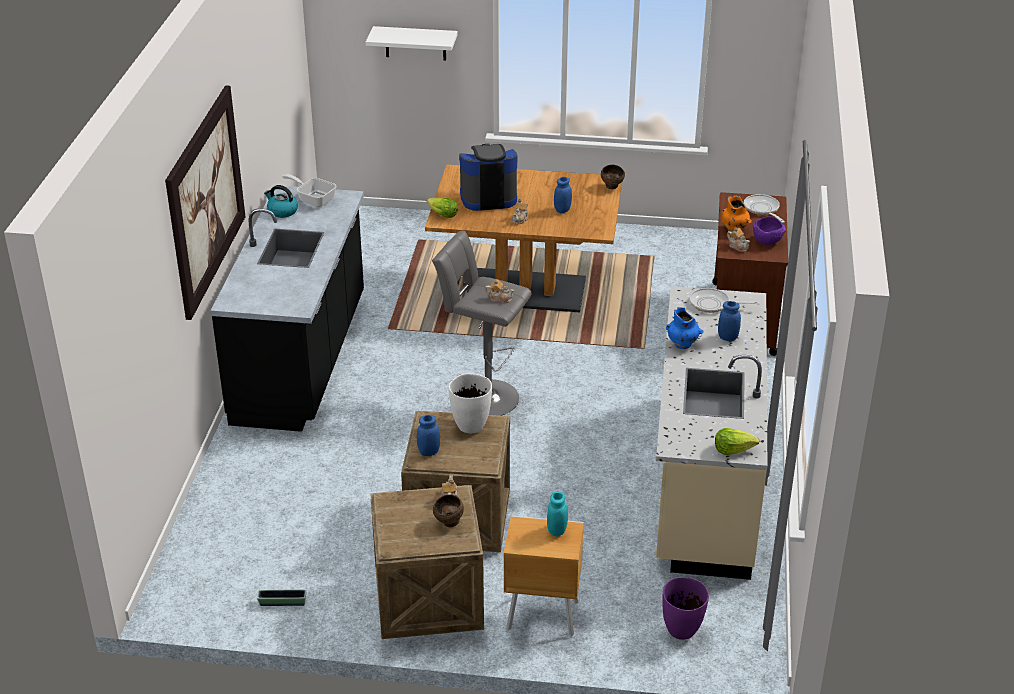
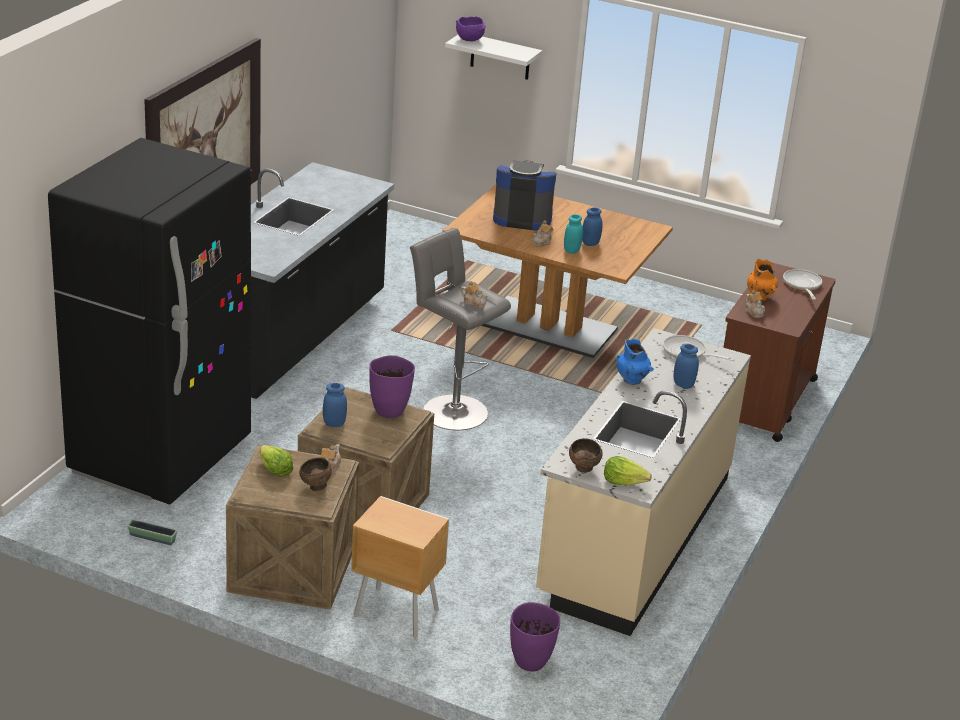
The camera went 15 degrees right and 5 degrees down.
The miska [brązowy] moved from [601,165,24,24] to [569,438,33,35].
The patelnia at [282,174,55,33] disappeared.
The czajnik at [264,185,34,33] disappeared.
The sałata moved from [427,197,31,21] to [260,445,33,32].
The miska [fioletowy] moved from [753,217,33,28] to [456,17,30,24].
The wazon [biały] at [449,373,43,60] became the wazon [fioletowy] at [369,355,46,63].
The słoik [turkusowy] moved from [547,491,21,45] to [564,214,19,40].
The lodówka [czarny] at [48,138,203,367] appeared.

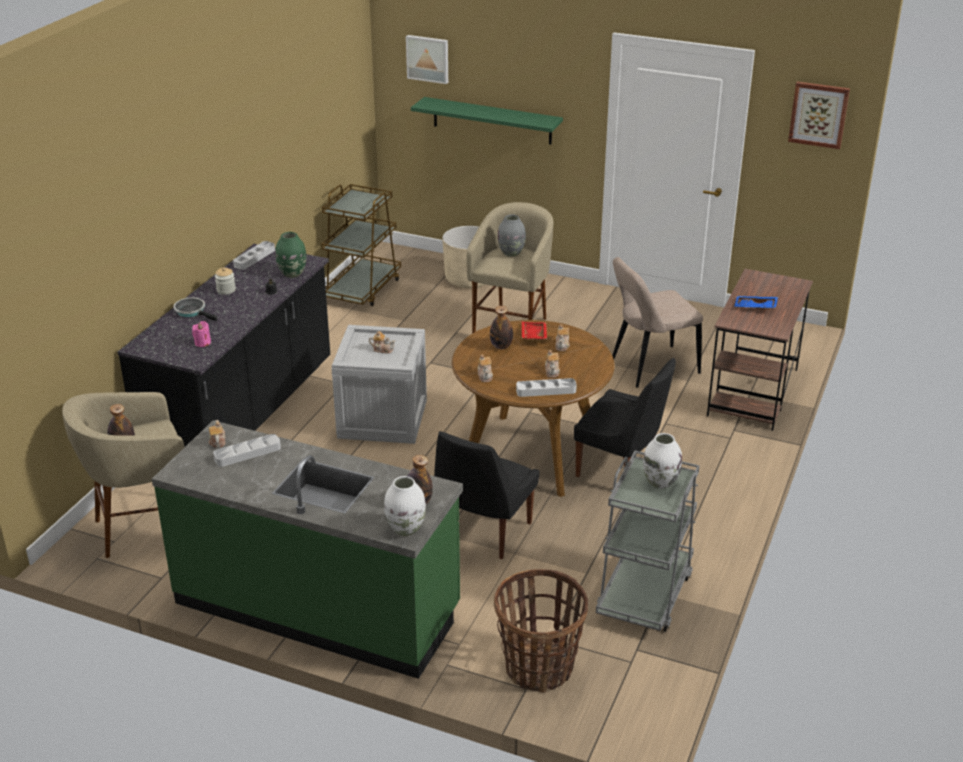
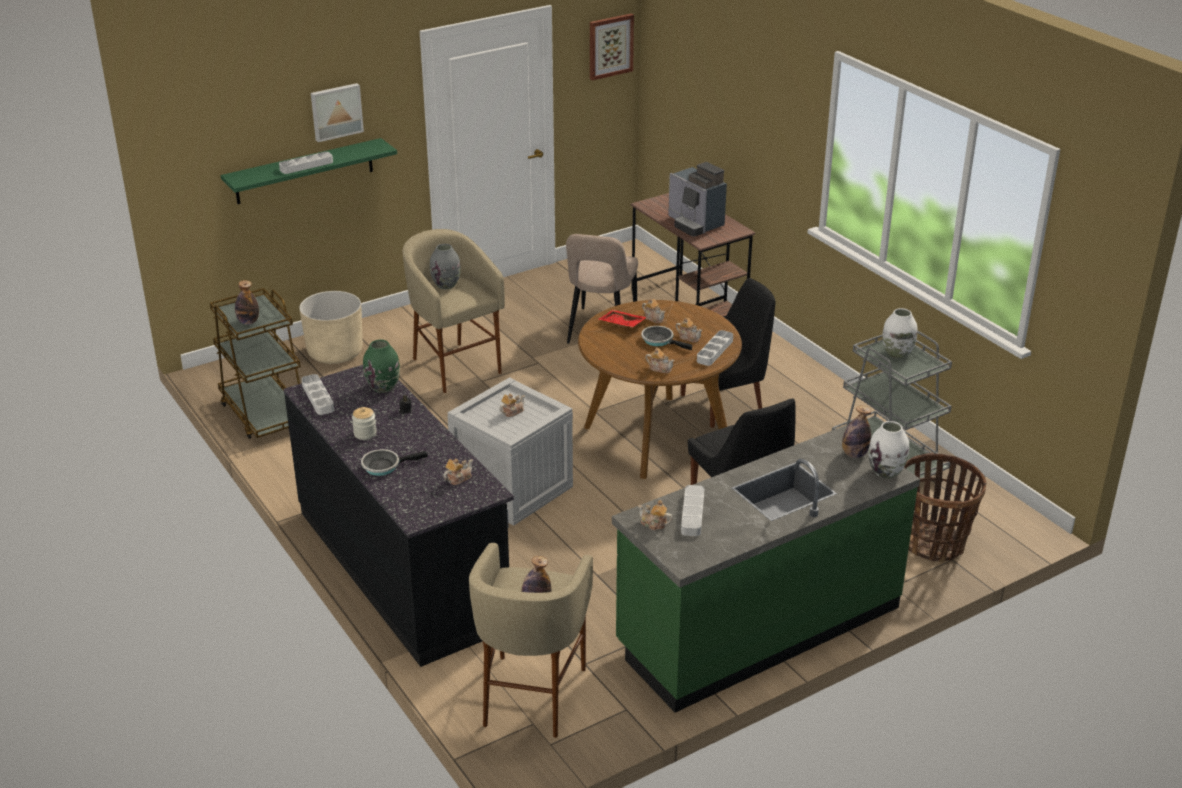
The camera went 55 degrees left and 0 degrees up.
The obraz moved from [406,35,42,49] to [311,83,53,59].
The taca [niebieski] at [734,296,44,13] was replaced by the ekspres do kawy at [668,162,59,75].
The butelka moved from [490,306,23,43] to [235,280,24,45].
The świeca [różowy] at [192,321,19,26] was replaced by the imbryk at [443,459,30,26].
The taca [szary] at [279,152,54,22] appeared.
The patelnia at [641,326,51,24] appeared.

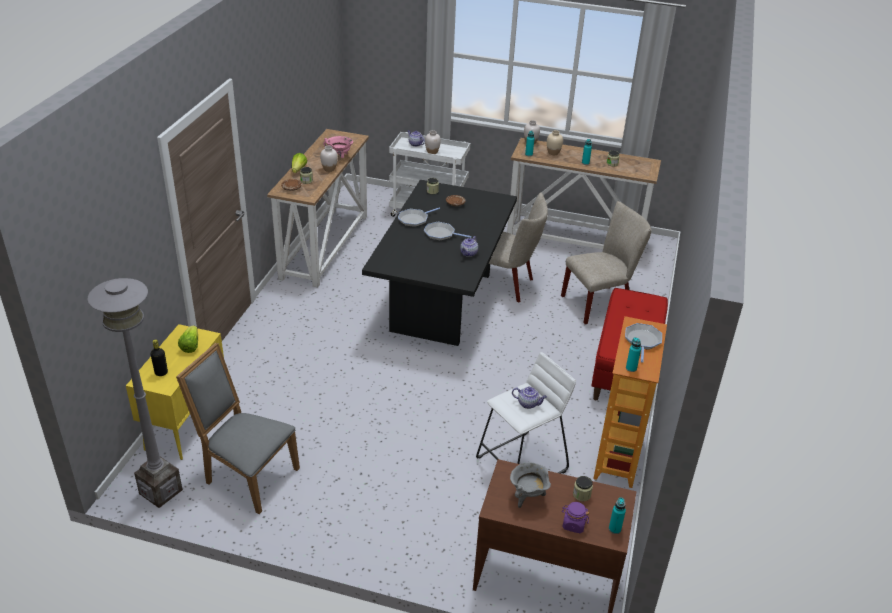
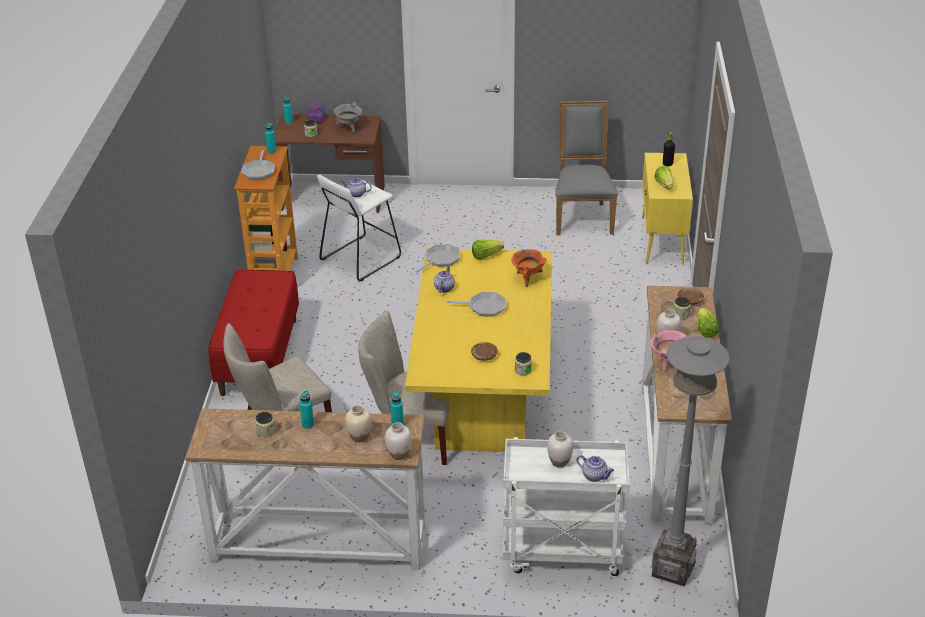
The camera went 170 degrees right and 0 degrees up.
The stół jadalny [czarny] at [362,180,155,166] became the stół jadalny [żółty] at [405,248,147,204].
The patelnia moved from [398,207,42,20] to [415,244,45,29].
The lampa stojąca [szary] moved from [87,278,96,230] to [652,336,78,250].
The krzesło [szary] at [176,343,124,171] turned 105 degrees counterclockwise.
The sałata at [472,239,32,21] appeared.
The garnek [pomarańczowy] at [511,249,36,38] appeared.

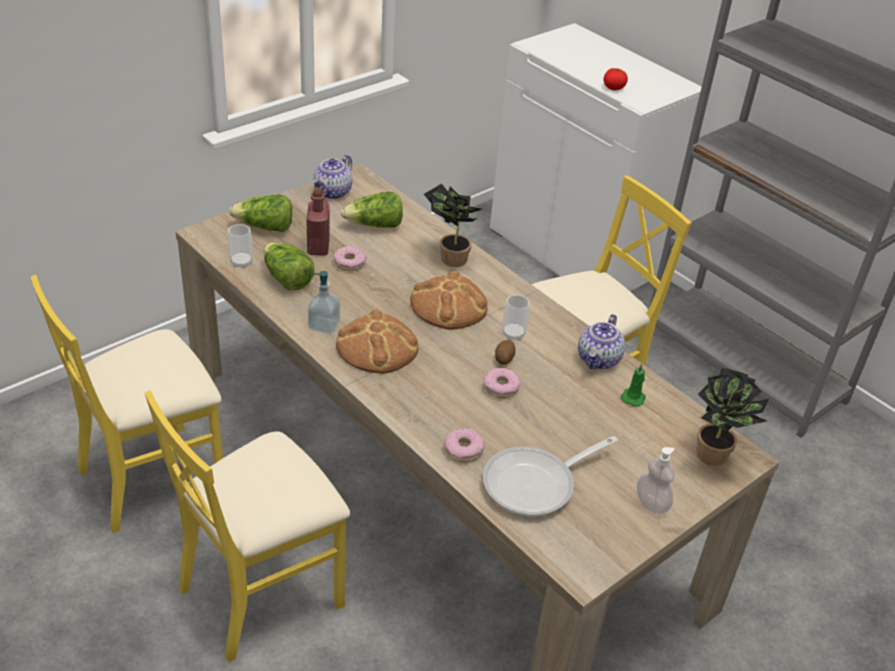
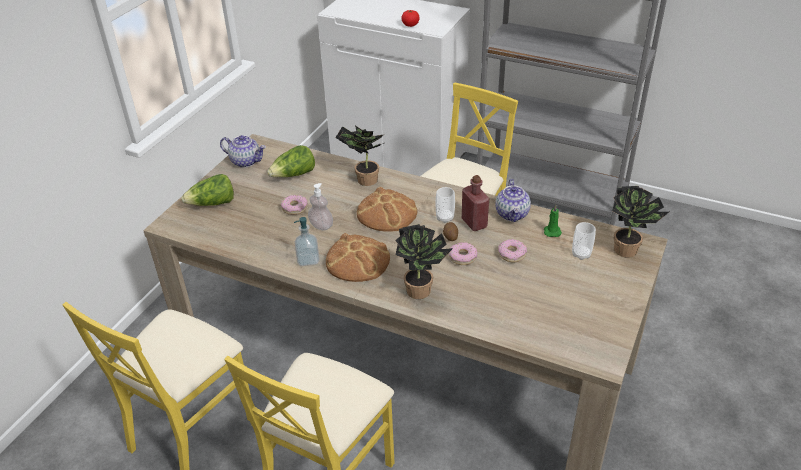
The camera went 20 degrees left and 0 degrees up.
The imbryk at [313,155,39,44] turned 75 degrees counterclockwise.
The butelka [czerwony] moved from [306,188,24,68] to [462,175,27,56].
The filiżanka moved from [228,224,25,44] to [572,222,24,38].
The sałata at [264,243,50,47] disappeared.
The donut moved from [444,428,41,34] to [498,239,29,23].
The patelnia at [483,436,135,81] disappeared.
The dozownik mydła moved from [637,447,38,67] to [308,183,25,47].
The roślina doniczkowa at [395,224,58,75] appeared.

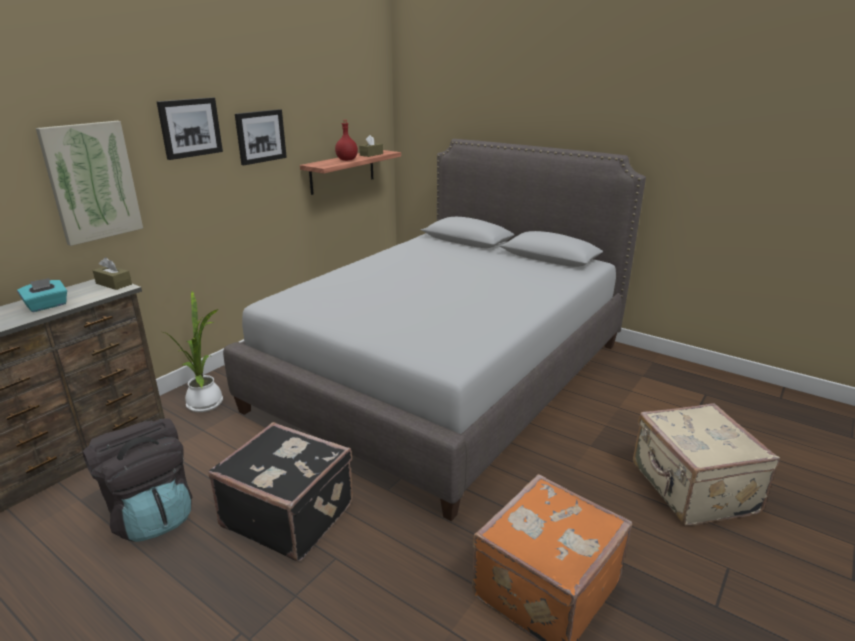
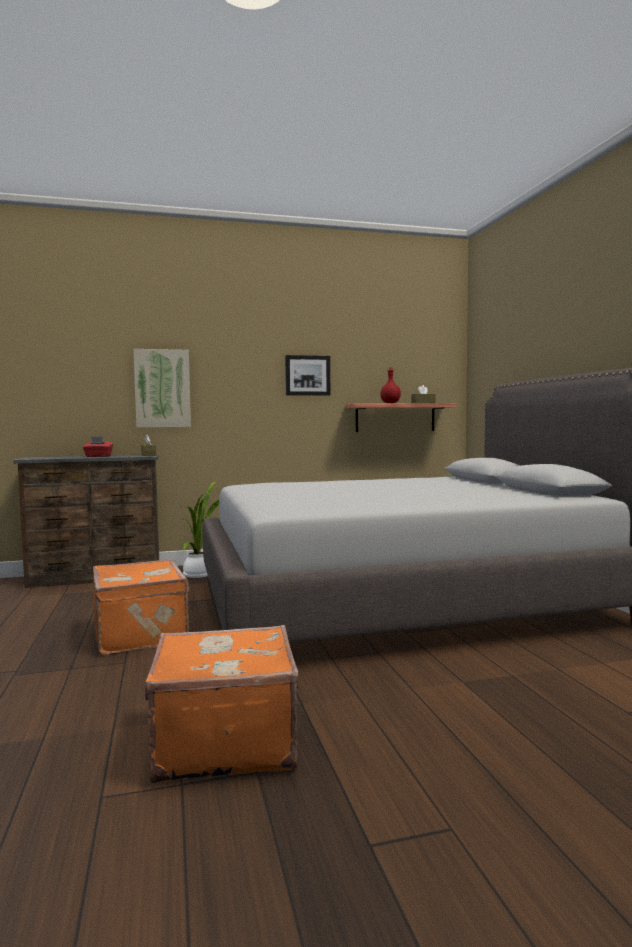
The camera went 40 degrees right and 20 degrees down.
The obraz at [157,97,66,63] disappeared.
The pudełko chusteczek [turkusowy] at [17,278,50,34] became the pudełko chusteczek [czerwony] at [83,437,30,20].
The walizka [beżowy] at [633,403,147,123] disappeared.
The plecak [czarny] at [82,418,110,124] disappeared.
The walizka [czarny] at [209,422,144,139] became the walizka [pomarańczowy] at [93,559,97,95].

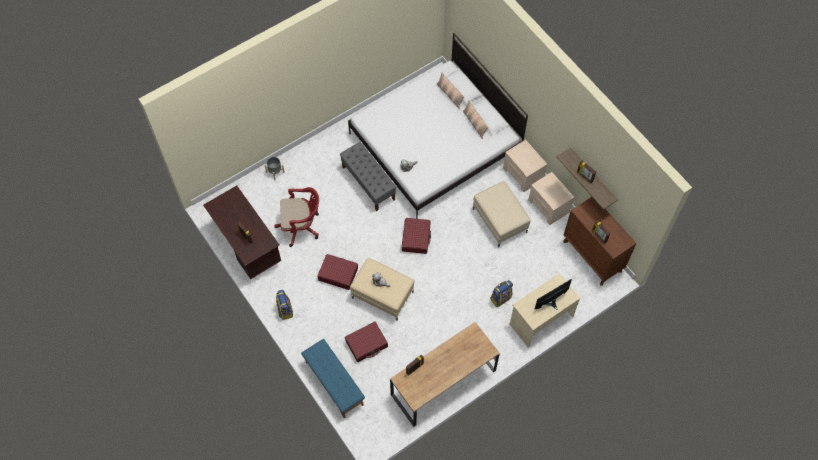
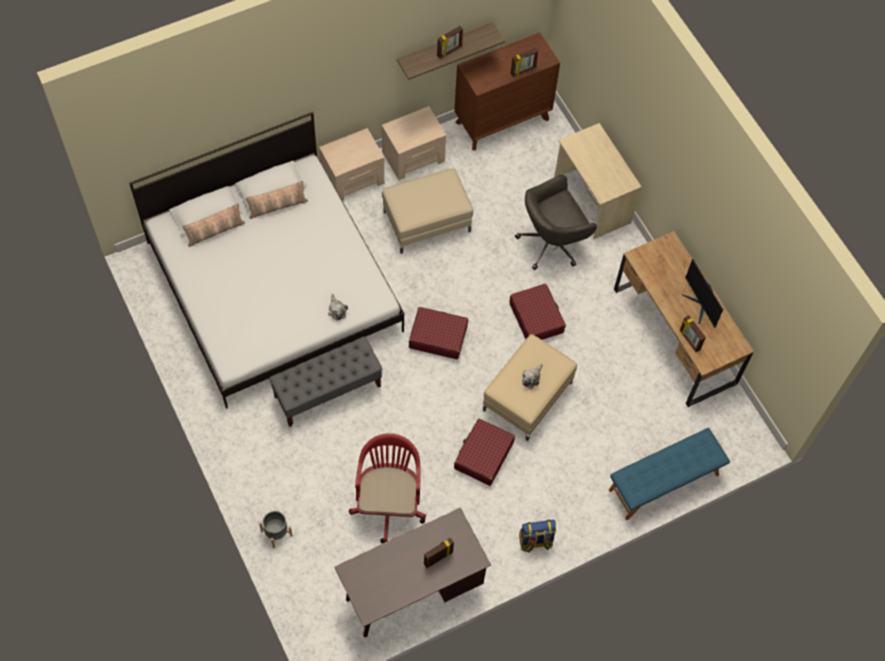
The camera went 85 degrees left and 0 degrees up.
The monitor moved from [534,279,38,31] to [682,259,41,68].
The plecak at [491,280,22,27] was replaced by the krzesło biurowe [szary] at [515,175,82,95].
The walizka [czerwony] moved from [345,321,43,41] to [509,284,57,56].

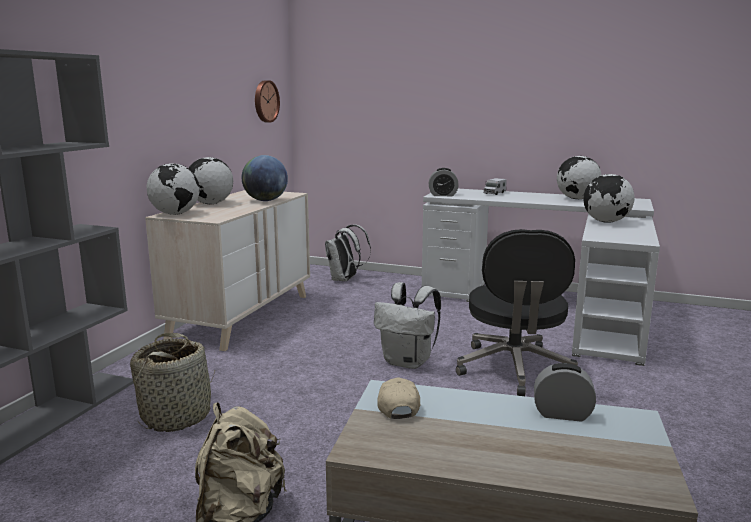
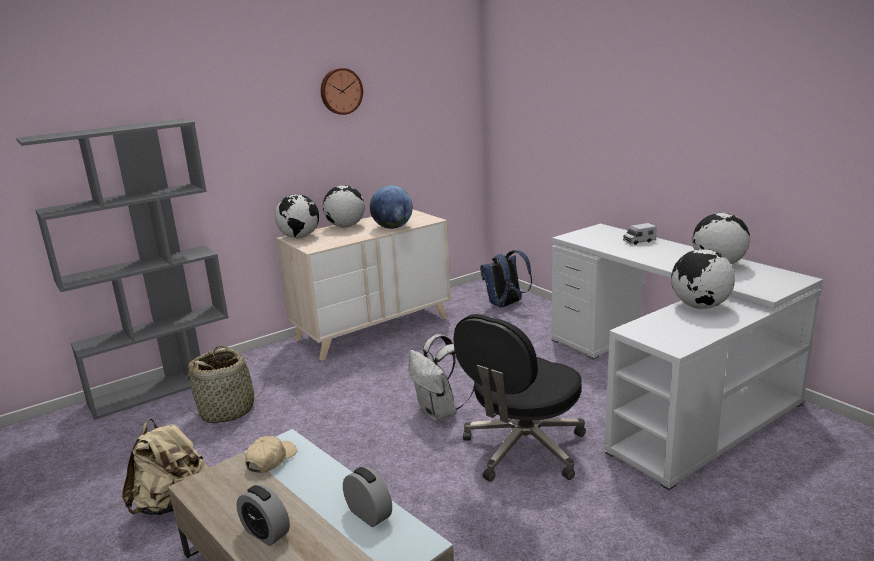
The camera went 35 degrees right and 5 degrees up.
The zegar ścienny moved from [255,80,25,43] to [321,68,42,47].
The budzik moved from [429,168,30,28] to [236,485,54,61].
The plecak [biały] at [325,224,46,57] became the plecak [niebieski] at [480,250,52,57].

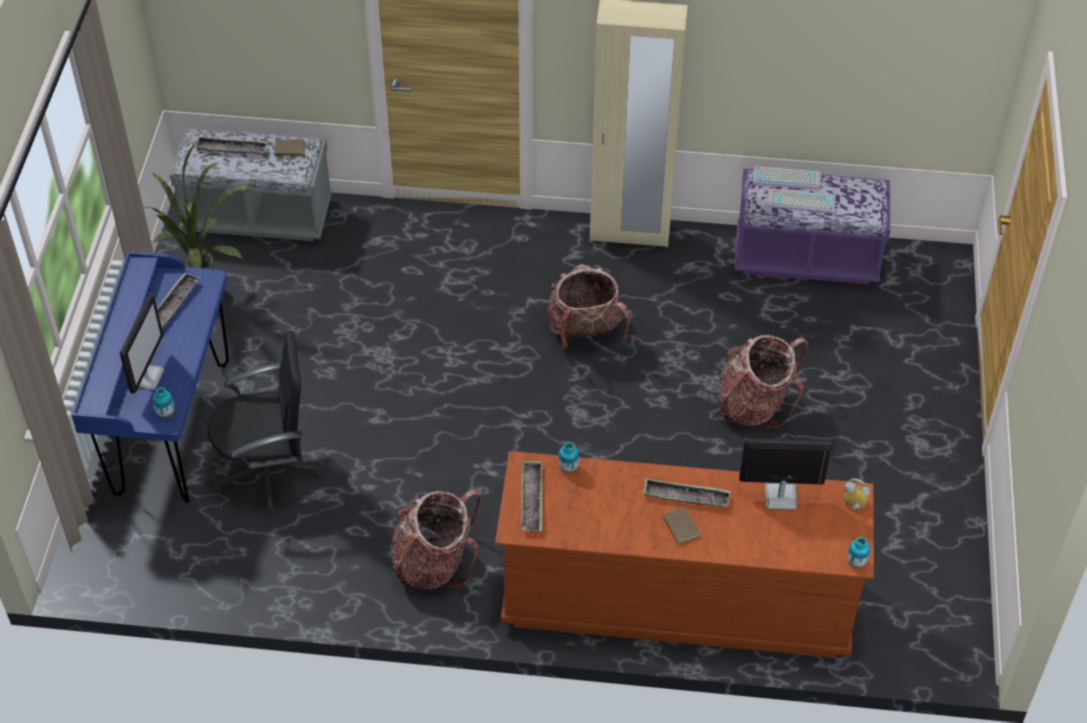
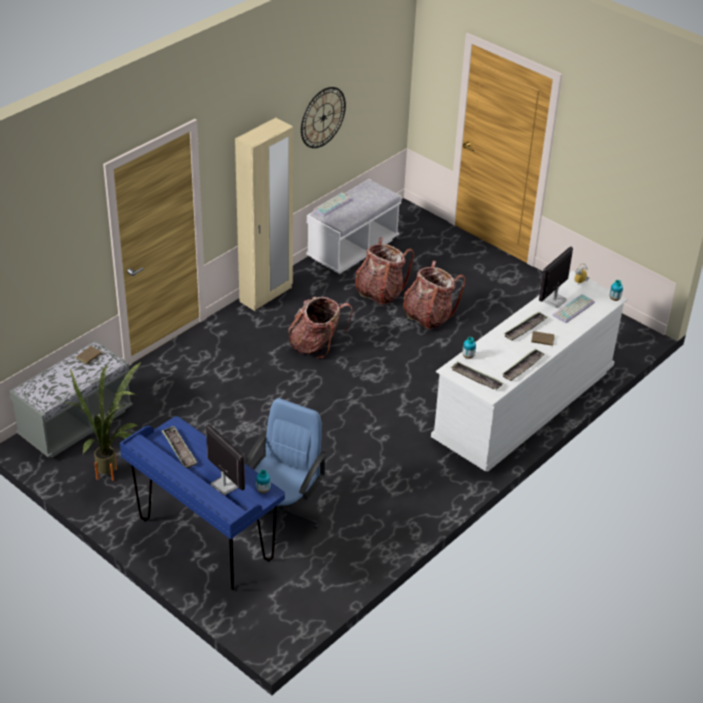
The camera went 55 degrees left and 10 degrees down.
The taca moved from [194,136,73,18] to [502,349,43,32].
The ławka [fioletowy] at [735,169,156,115] became the ławka [biały] at [306,179,96,95].
The klawiatura moved from [767,188,69,26] to [552,294,43,29].
The krzesło biurowe [czarny] at [208,331,114,183] became the krzesło biurowe [niebieski] at [245,398,82,147].
The komoda [brązowy] at [495,451,379,207] became the komoda [biały] at [431,271,197,201].
The plecak moved from [392,489,89,101] to [355,238,59,67].
The zegar ścienny at [301,87,45,61] appeared.

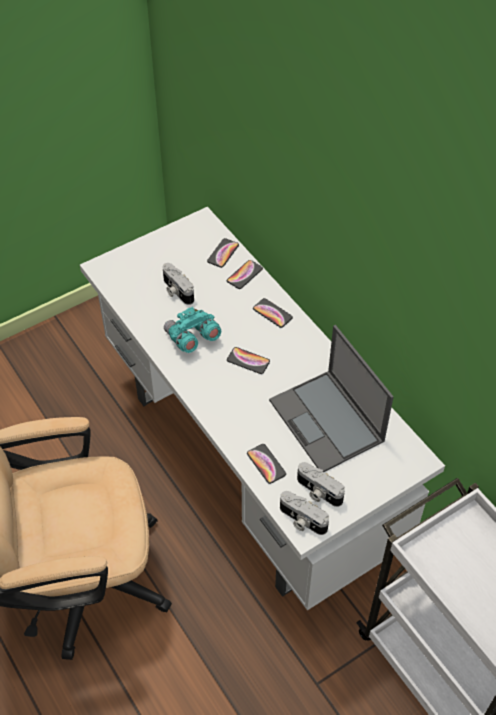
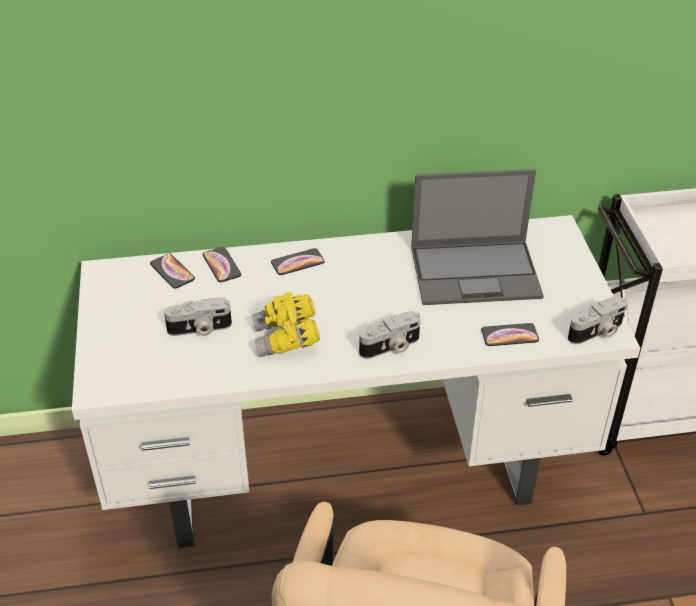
The camera went 65 degrees left and 10 degrees down.
The lornetka [turkusowy] at [164,307,57,46] became the lornetka [żółty] at [252,292,68,65].
The telefon at [227,347,43,27] disappeared.
The aparat fotograficzny moved from [297,462,48,45] to [359,311,62,48].

